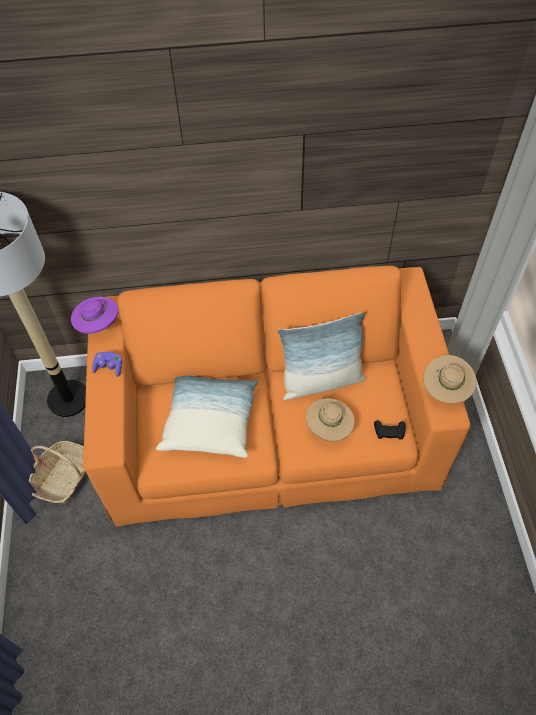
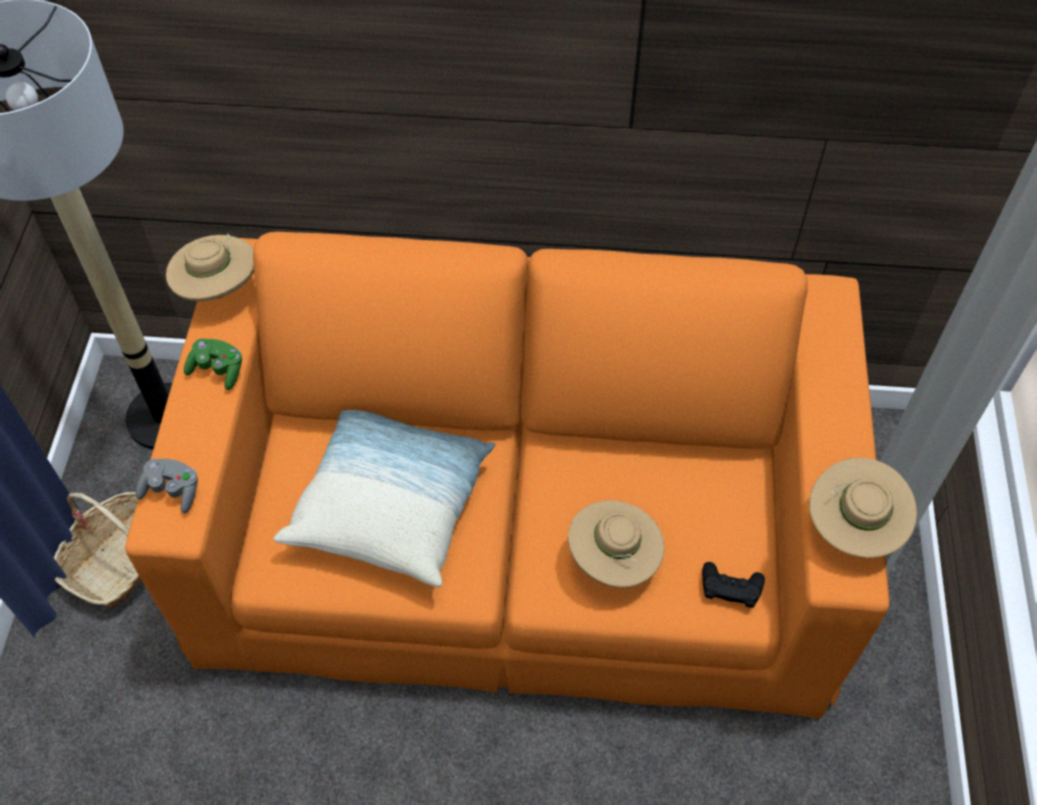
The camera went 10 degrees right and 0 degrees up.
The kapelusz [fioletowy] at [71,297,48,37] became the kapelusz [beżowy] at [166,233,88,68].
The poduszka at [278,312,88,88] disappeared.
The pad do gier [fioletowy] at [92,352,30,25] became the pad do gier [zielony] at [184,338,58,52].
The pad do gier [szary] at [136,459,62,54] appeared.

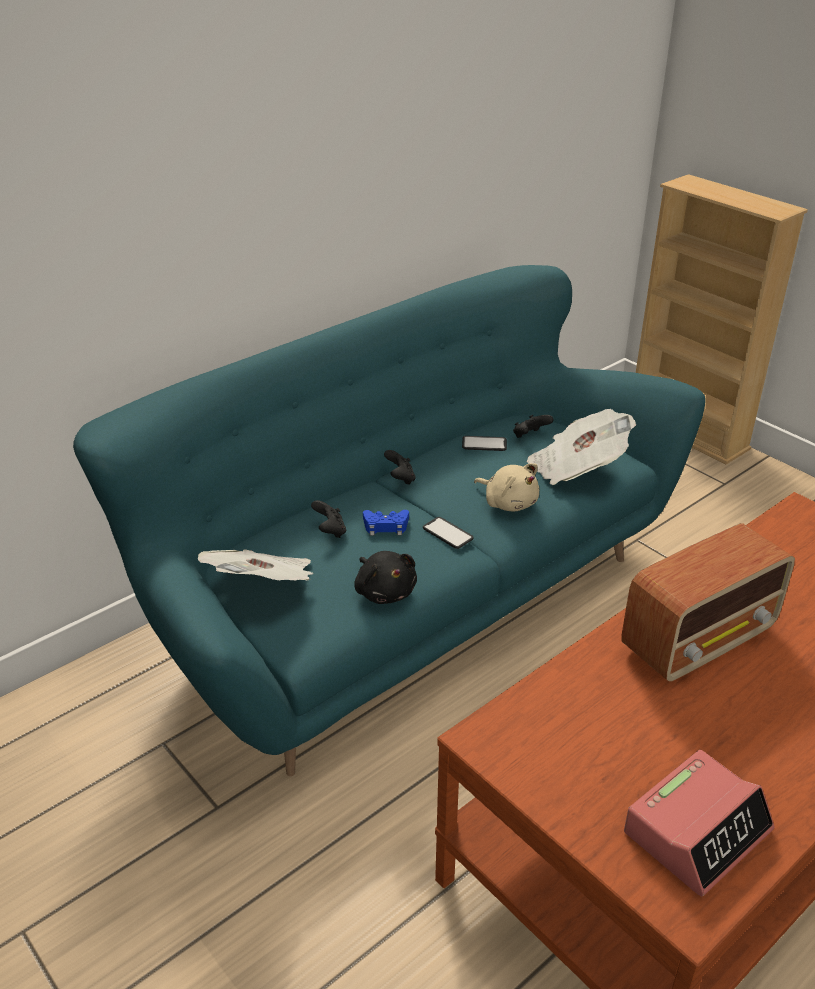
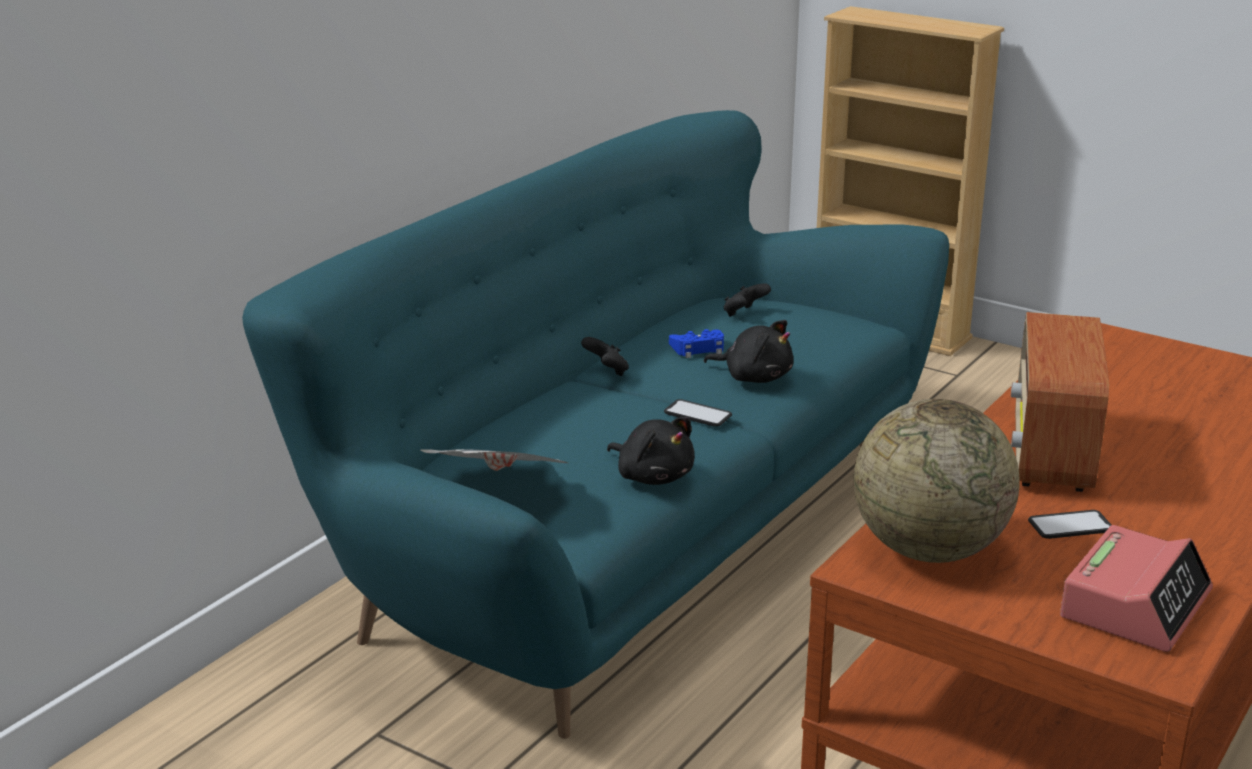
The camera went 15 degrees left and 10 degrees down.
The gazeta at [527,409,109,76] disappeared.
The telefon moved from [462,436,45,15] to [1028,510,83,29].
The pluszak [beżowy] at [474,463,65,49] became the pluszak [czarny] at [703,320,91,63].
The pad do gier [czarny] at [311,500,35,38] disappeared.
The pad do gier [niebieski] moved from [363,510,46,25] to [669,329,55,29].
The radio at [621,523,174,159] turned 150 degrees clockwise.
The globus at [854,399,166,164] appeared.

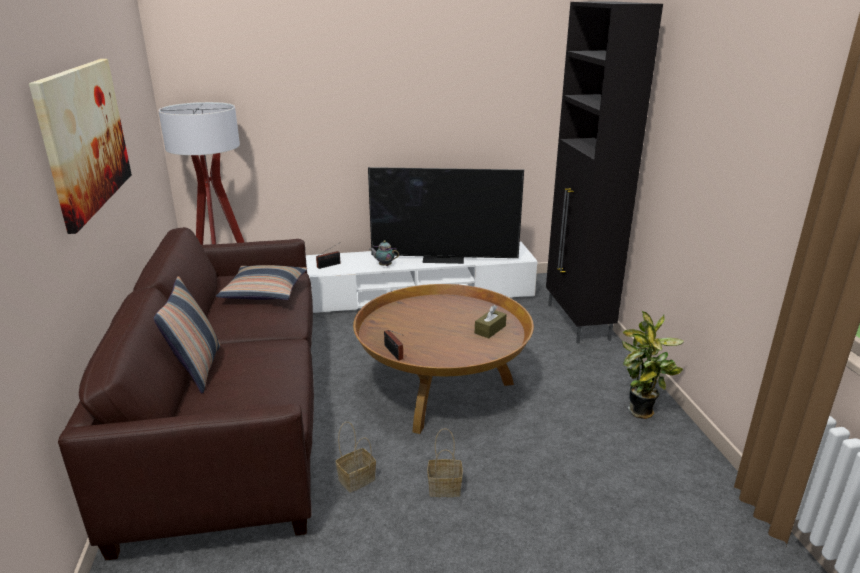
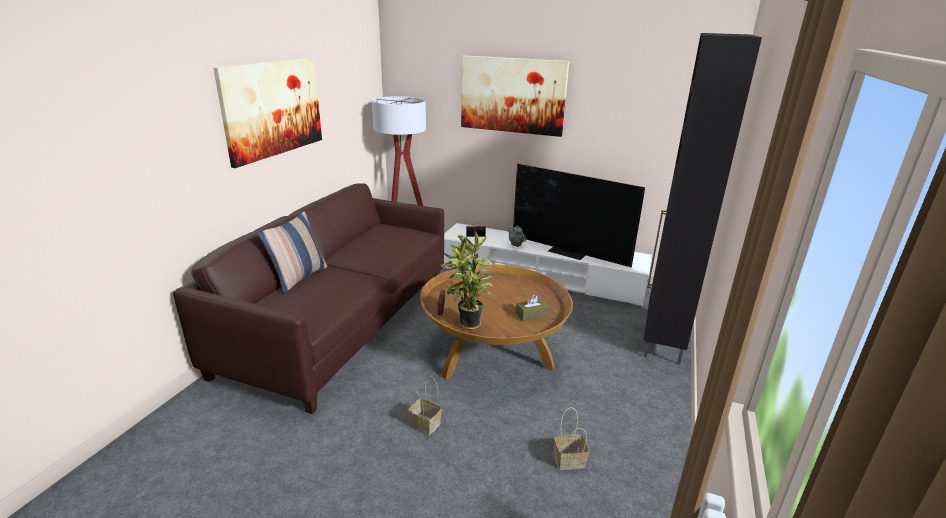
The camera went 30 degrees right and 0 degrees up.
The poduszka at [216,265,91,35] disappeared.
The roślina doniczkowa moved from [622,311,62,108] to [440,231,54,99].
The koszyk moved from [336,422,40,71] to [554,407,35,63].
The obraz at [461,56,108,81] appeared.

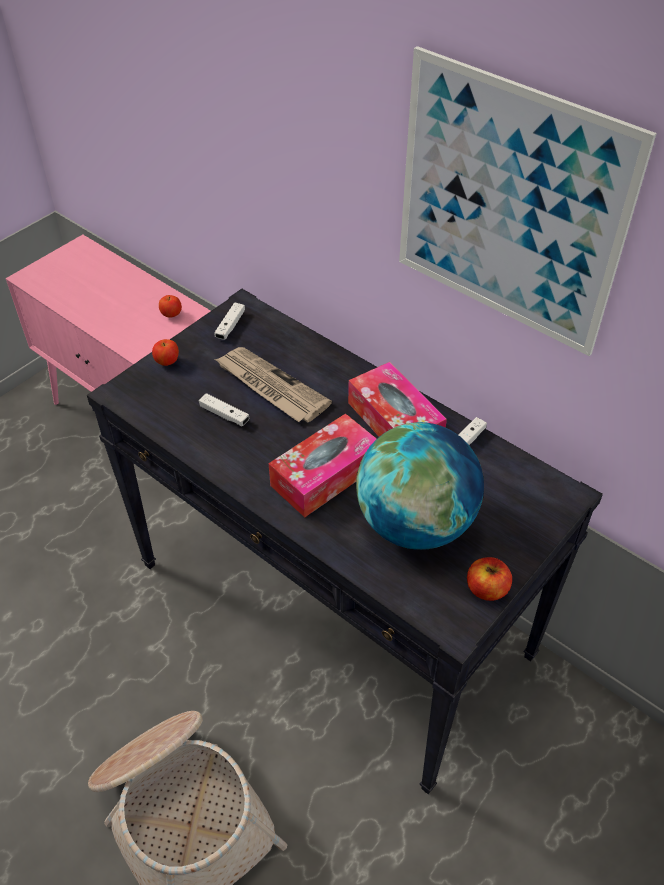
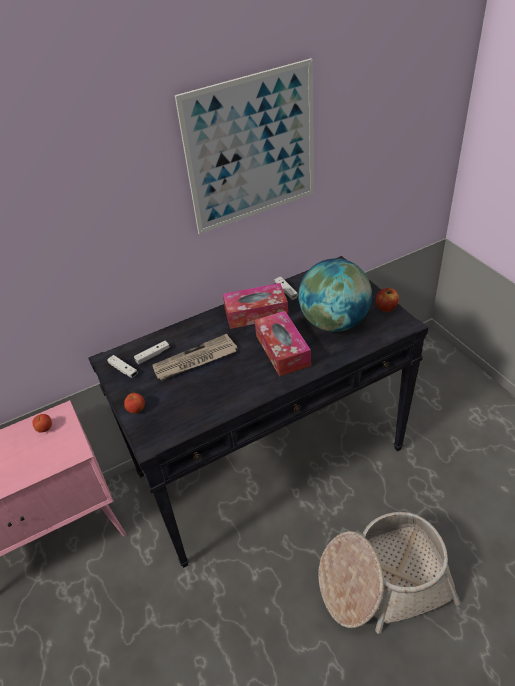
The camera went 65 degrees left and 5 degrees down.
The pad do gier [biały] moved from [199,393,50,33] to [134,341,36,24].

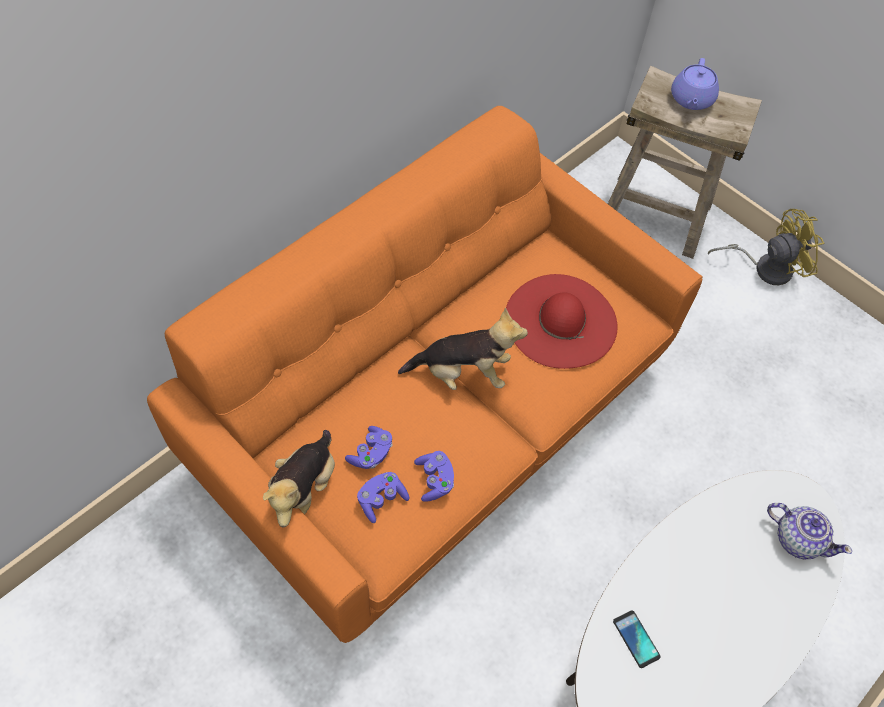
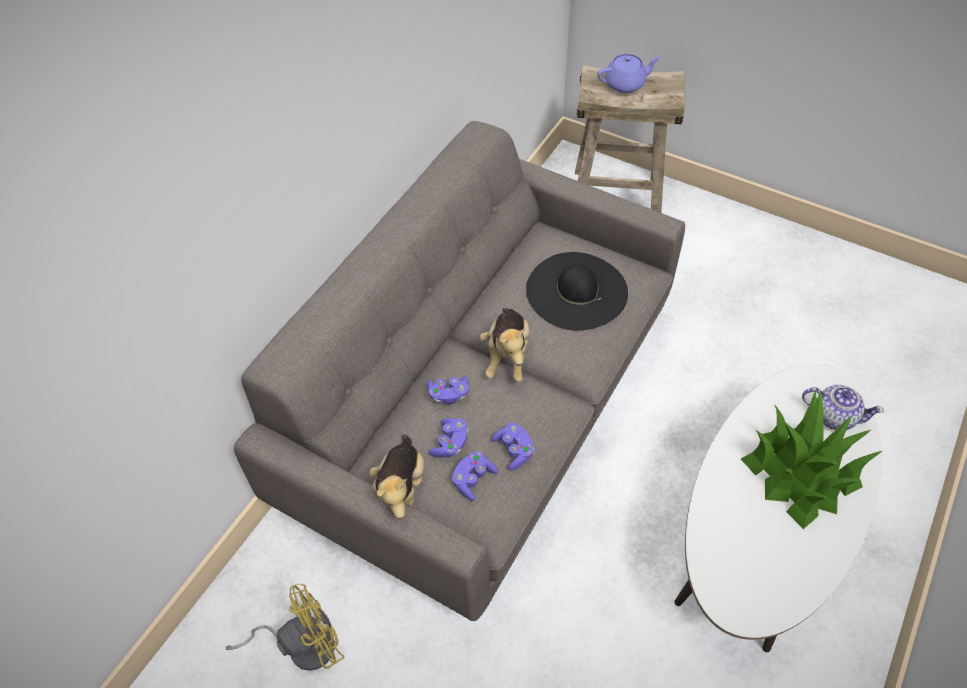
The camera went 10 degrees left and 5 degrees down.
The imbryk [fioletowy] at [671,58,48,52] turned 105 degrees counterclockwise.
The kanapa [pomarańczowy] at [147,106,555,537] became the kanapa [szary] at [234,121,451,500].
The wentylator [żółty] moved from [708,209,116,76] to [226,584,119,87].
The kapelusz [czerwony] at [506,274,112,95] became the kapelusz [czarny] at [526,252,102,79].
The pluszak at [398,308,130,82] turned 105 degrees clockwise.
The telefon at [613,610,48,58] disappeared.
The pad do gier [fioletowy] at [427,376,42,28] appeared.
The roślina doniczkowa at [741,389,141,140] appeared.

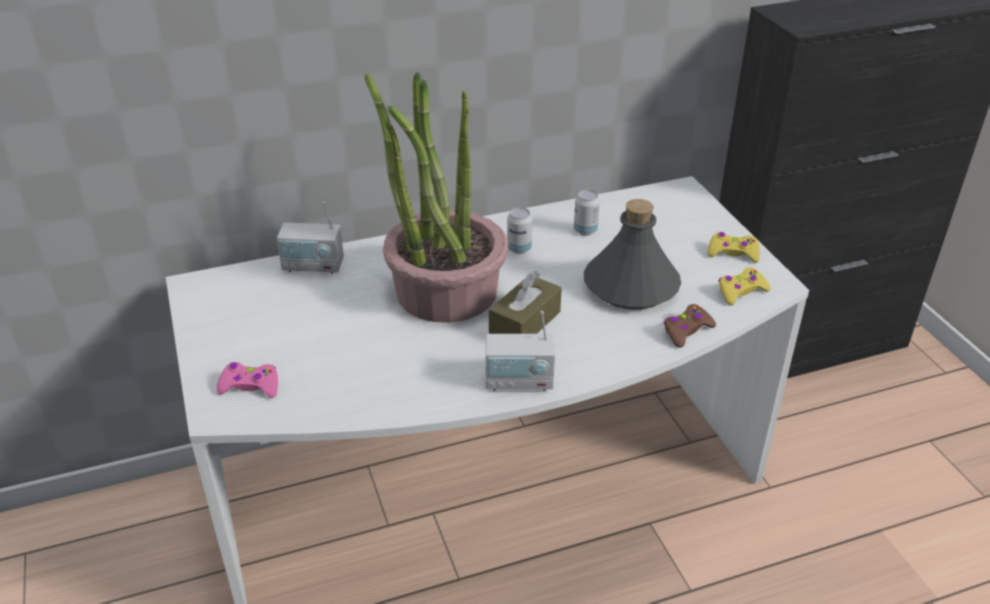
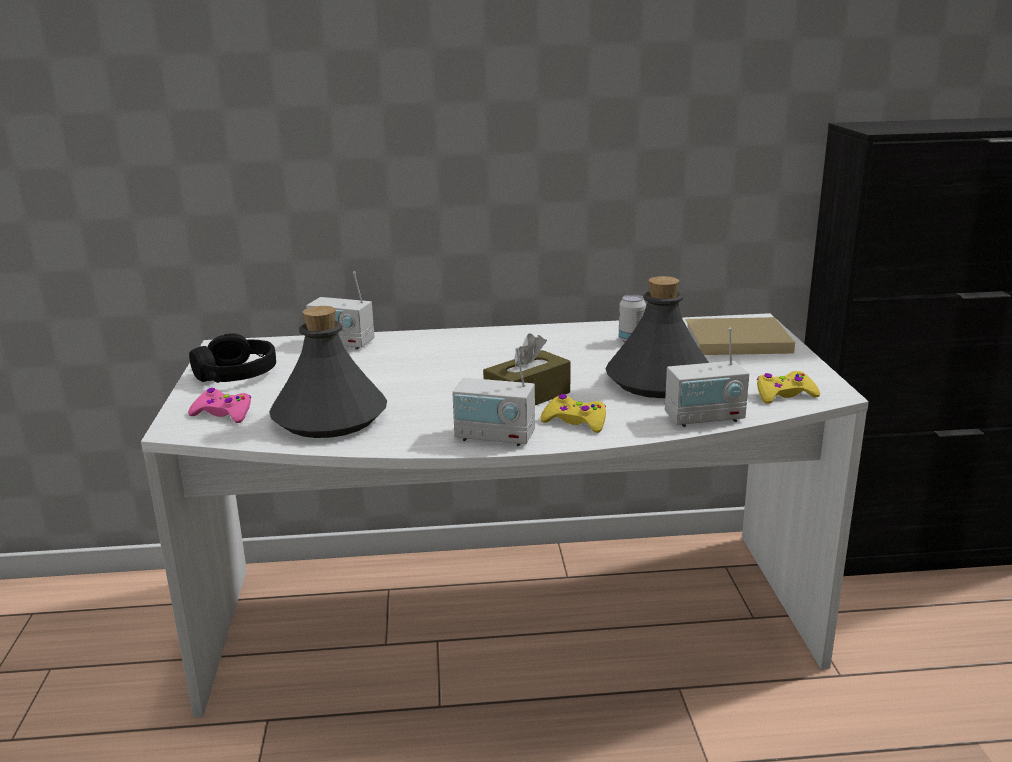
The camera went 15 degrees right and 15 degrees down.
The roślina doniczkowa at [364,72,144,251] disappeared.
The puszka at [507,207,25,47] disappeared.
The pad do gier [żółty] moved from [707,232,53,30] to [540,394,66,39].
The pad do gier [brązowy] at [664,304,52,44] was replaced by the radio at [665,328,84,99].
The butelka [szary] at [269,306,118,132] appeared.
The książka [beżowy] at [686,317,109,38] appeared.
The słuchawki [czarny] at [189,333,87,50] appeared.

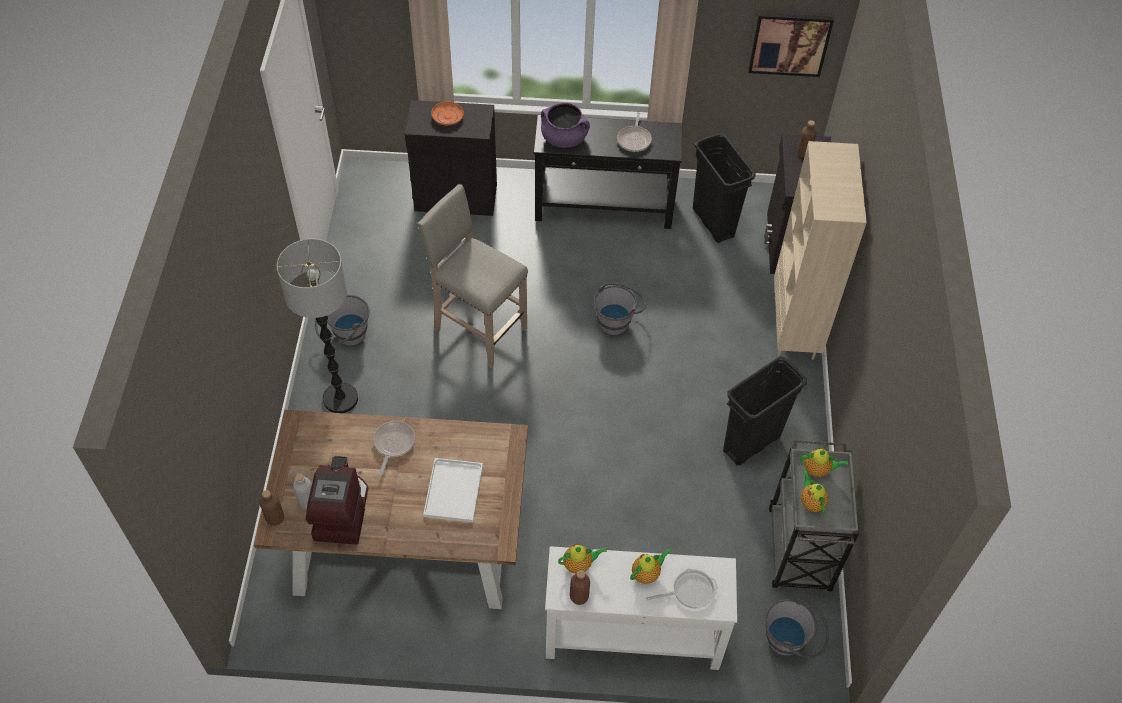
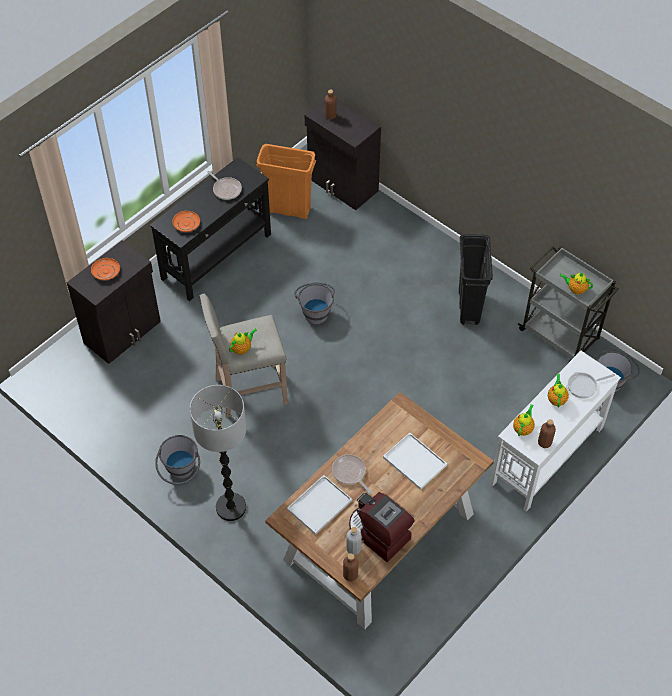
The camera went 50 degrees left and 0 degrees up.
The obraz at [748,13,86,64] disappeared.
The garnek [fioletowy] at [541,103,49,45] was replaced by the talerz [pomarańczowy] at [173,211,27,21].
The kosz na śmieci [czarny] at [693,133,63,110] became the kosz na śmieci [pomarańczowy] at [256,144,60,75].
The regał [beżowy] at [774,141,93,219] disappeared.
The imbryk moved from [800,448,48,29] to [229,329,28,26].
The patelnia at [646,568,72,41] turned 135 degrees counterclockwise.
The taca [biały] at [287,475,65,60] appeared.

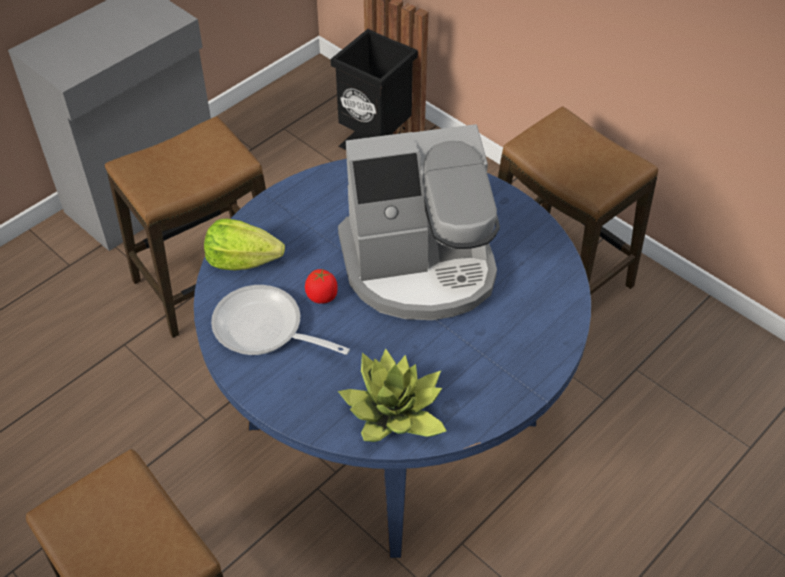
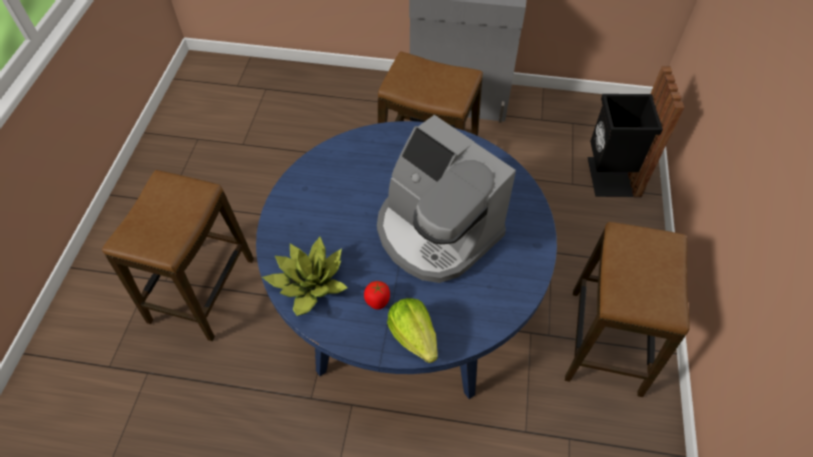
The camera went 55 degrees right and 5 degrees up.
The sałata moved from [204,219,81,51] to [387,298,51,65].
The pomidor moved from [305,268,32,36] to [364,281,26,28].
The patelnia at [211,285,139,70] disappeared.

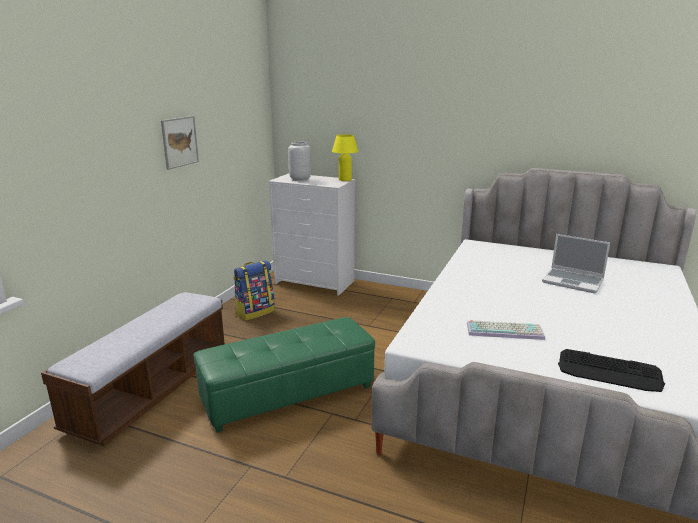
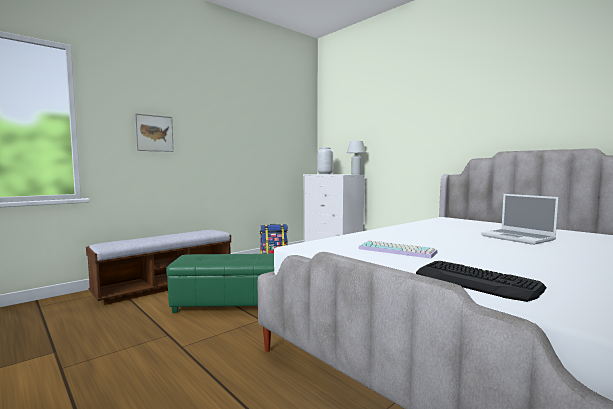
The camera went 25 degrees right and 15 degrees down.
The obraz moved from [161,116,38,54] to [135,113,39,39].
The lampa stołowa [żółty] at [332,134,26,47] became the lampa stołowa [biały] at [347,141,19,34].

